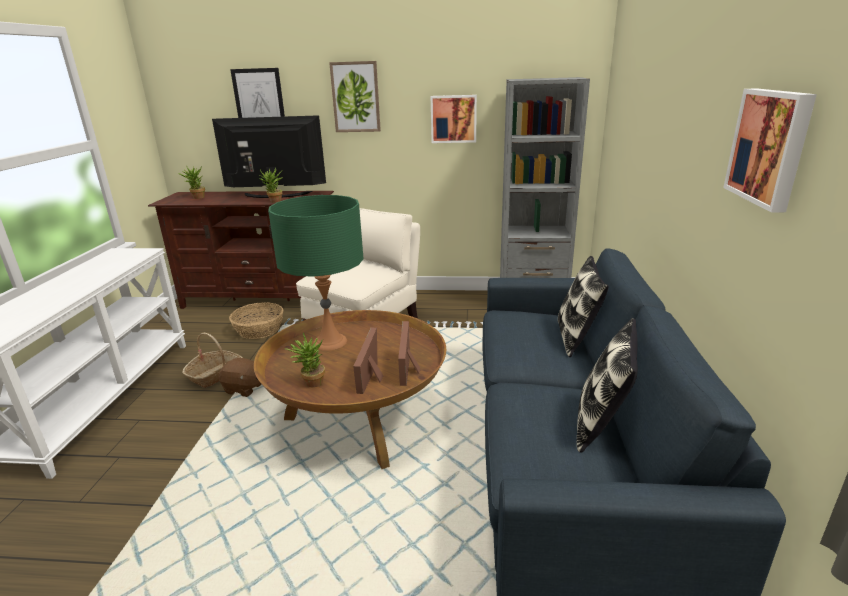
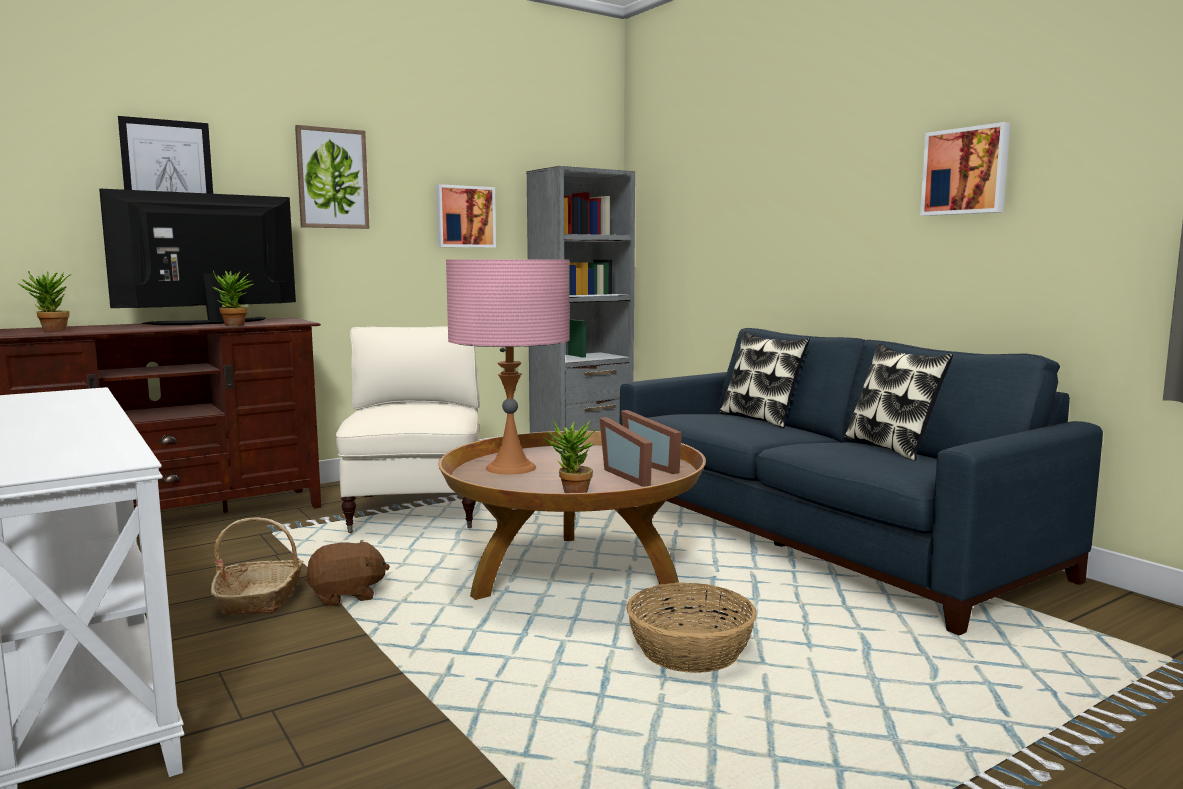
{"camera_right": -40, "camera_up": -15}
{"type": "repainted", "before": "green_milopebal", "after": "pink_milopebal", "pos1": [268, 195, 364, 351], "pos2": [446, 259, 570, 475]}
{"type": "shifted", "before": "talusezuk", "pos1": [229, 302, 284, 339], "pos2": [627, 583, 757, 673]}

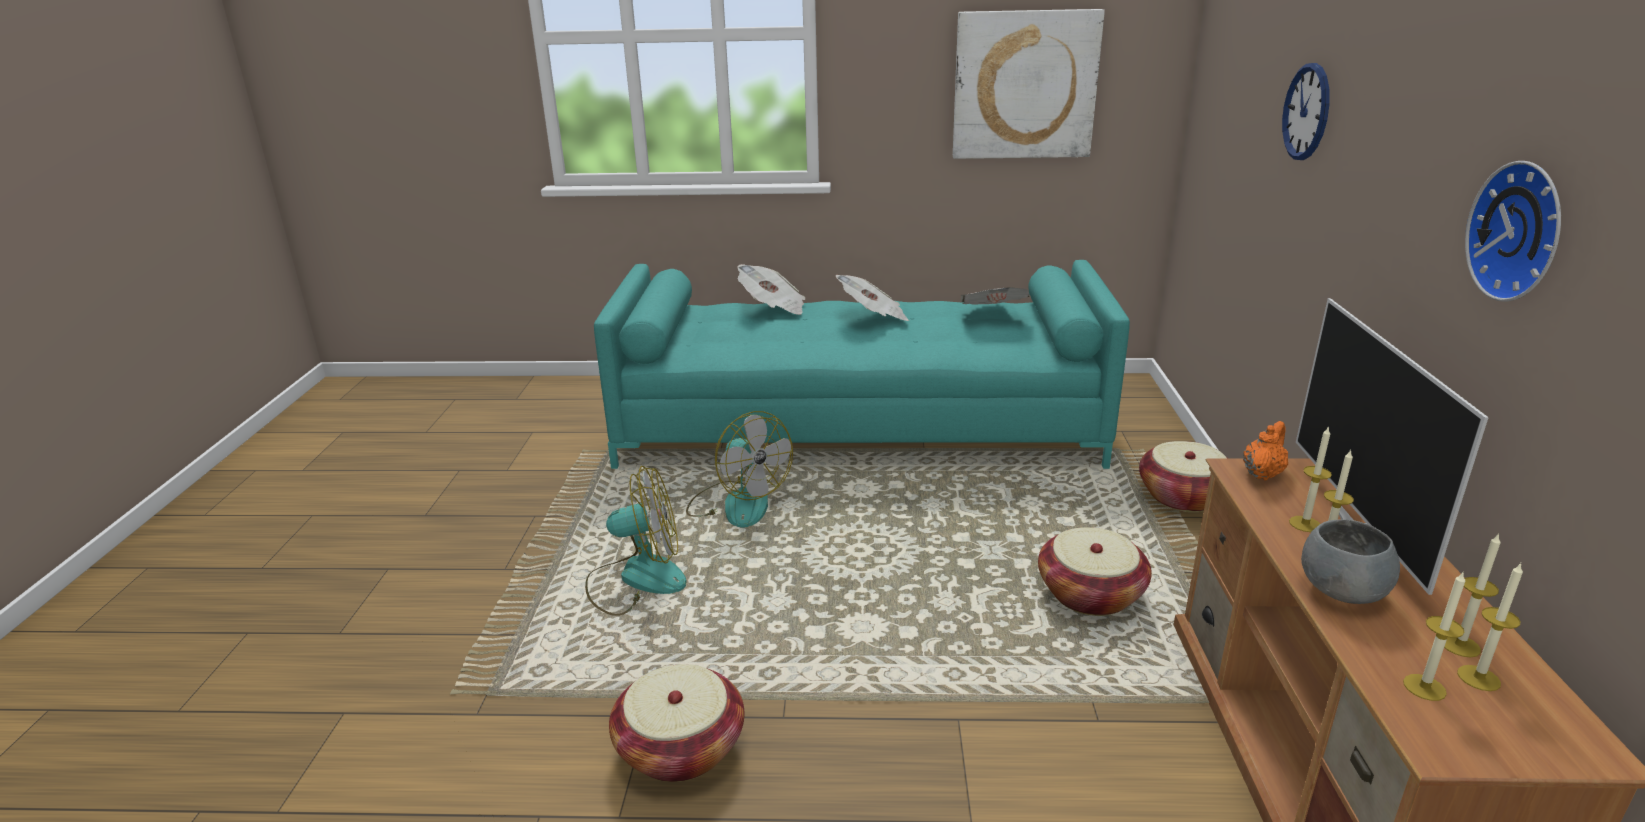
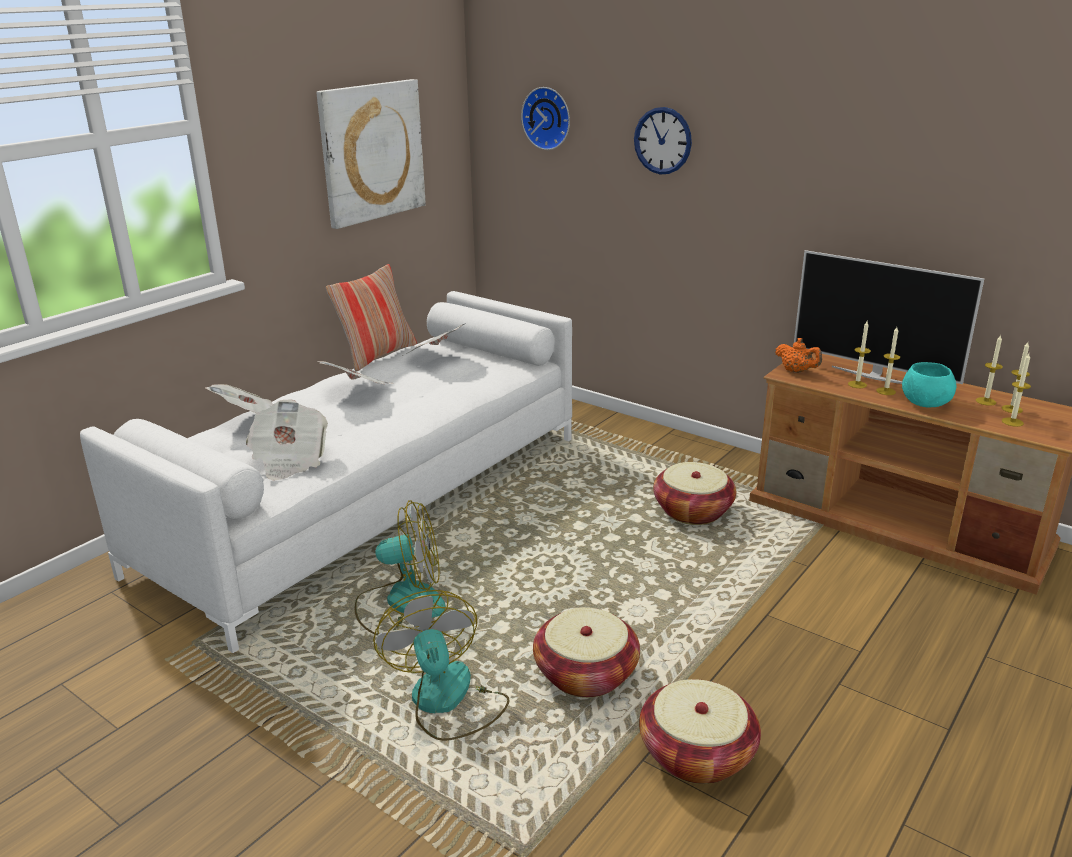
{"camera_right": -55, "camera_up": 0}
{"type": "shifted", "before": "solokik", "pos1": [1465, 161, 1561, 302], "pos2": [521, 87, 570, 150]}
{"type": "repainted", "before": "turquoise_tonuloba", "after": "white_tonuloba", "pos1": [594, 260, 1130, 469], "pos2": [80, 291, 572, 653]}
{"type": "rotated", "before": "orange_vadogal", "pos1": [1243, 421, 1288, 480], "pos2": [775, 338, 822, 373], "turn": 150}
{"type": "shifted", "before": "talusezuk", "pos1": [1139, 441, 1227, 512], "pos2": [533, 607, 640, 698]}
{"type": "rotated", "before": "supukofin", "pos1": [585, 466, 687, 616], "pos2": [373, 590, 510, 741], "turn": -45}
{"type": "repainted", "before": "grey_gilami", "after": "turquoise_gilami", "pos1": [1301, 519, 1400, 604], "pos2": [902, 362, 956, 407]}
{"type": "new", "after": "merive", "pos2": [326, 264, 417, 372]}
{"type": "new", "after": "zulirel", "pos2": [246, 399, 328, 481]}

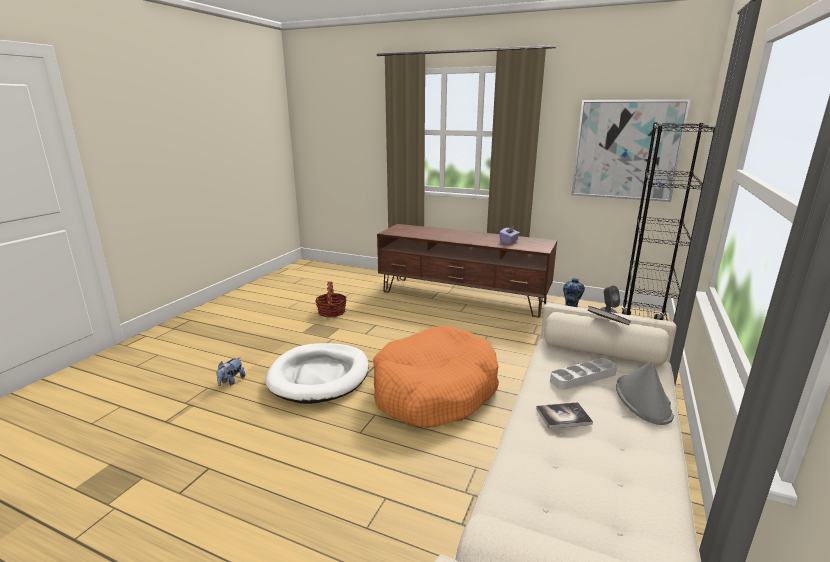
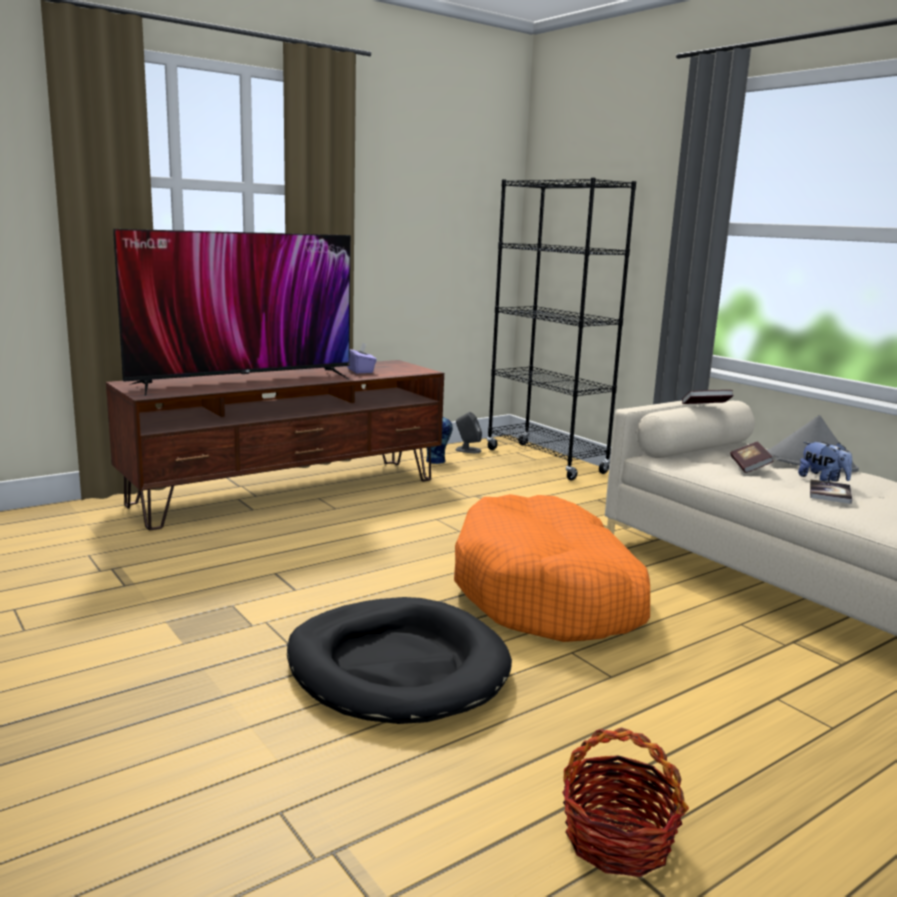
{"camera_right": -60, "camera_up": -5}
{"type": "gone", "before": "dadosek", "pos1": [571, 99, 690, 202]}
{"type": "shifted", "before": "talusezuk", "pos1": [315, 281, 347, 317], "pos2": [562, 728, 689, 877]}
{"type": "repainted", "before": "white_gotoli", "after": "black_gotoli", "pos1": [265, 343, 369, 404], "pos2": [287, 597, 512, 724]}
{"type": "shifted", "before": "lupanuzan", "pos1": [217, 357, 245, 386], "pos2": [798, 442, 852, 482]}
{"type": "swapped", "before": "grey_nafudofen", "after": "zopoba", "pos1": [550, 358, 617, 390], "pos2": [730, 441, 774, 473]}
{"type": "new", "after": "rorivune", "pos2": [114, 229, 351, 396]}

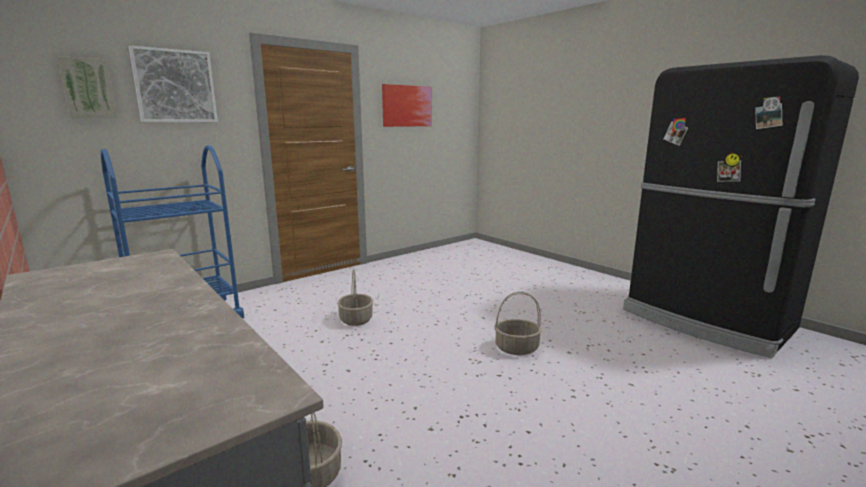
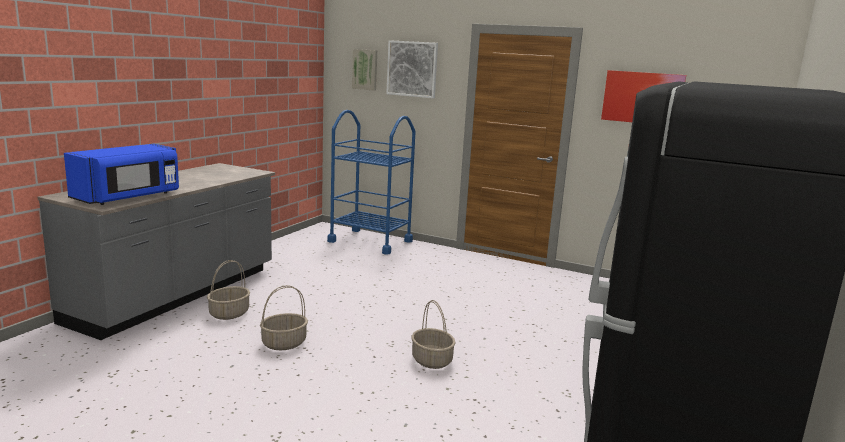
{"camera_right": 65, "camera_up": 0}
{"type": "shifted", "before": "talusezuk", "pos1": [337, 269, 373, 326], "pos2": [260, 285, 308, 350]}
{"type": "new", "after": "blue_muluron", "pos2": [64, 144, 179, 205]}

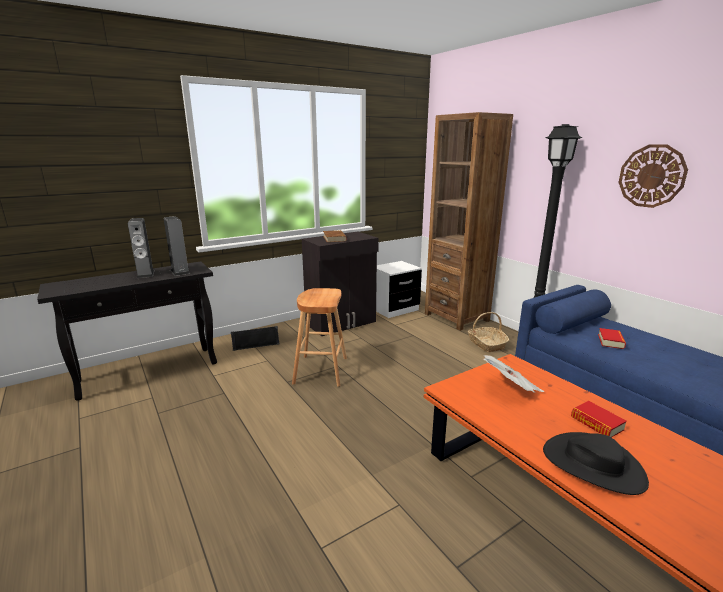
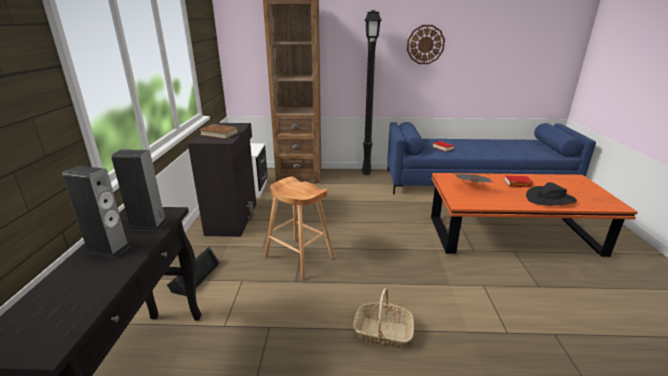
{"camera_right": -55, "camera_up": 5}
{"type": "shifted", "before": "talusezuk", "pos1": [468, 312, 509, 352], "pos2": [353, 288, 414, 349]}

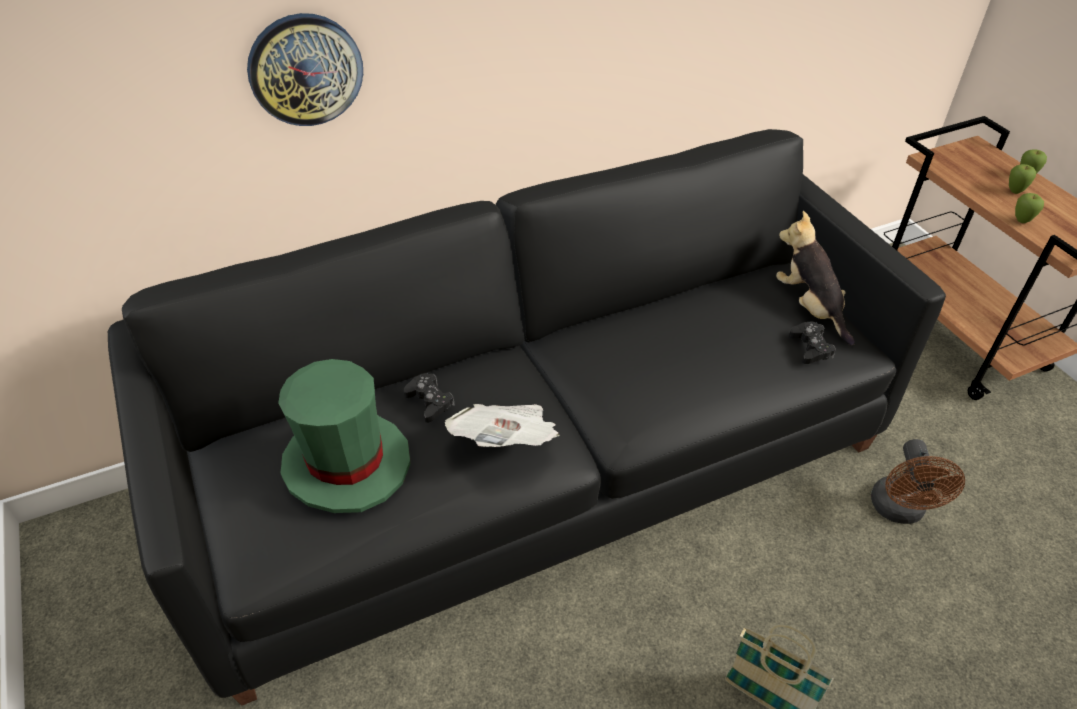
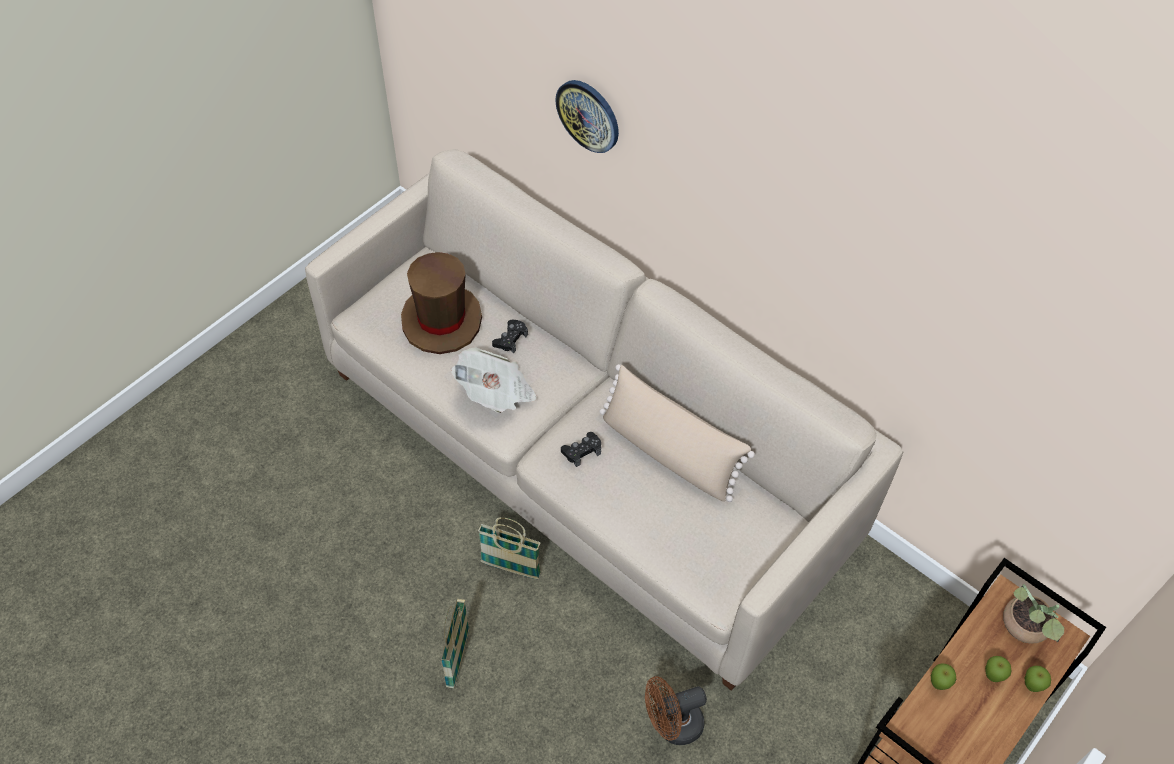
{"camera_right": 65, "camera_up": 10}
{"type": "repainted", "before": "black_tonuloba", "after": "beige_tonuloba", "pos1": [108, 129, 946, 706], "pos2": [305, 149, 903, 691]}
{"type": "gone", "before": "lupanuzan", "pos1": [776, 211, 855, 346]}
{"type": "shifted", "before": "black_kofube", "pos1": [789, 321, 836, 364], "pos2": [561, 432, 601, 467]}
{"type": "repainted", "before": "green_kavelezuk", "after": "brown_kavelezuk", "pos1": [278, 359, 411, 513], "pos2": [401, 252, 482, 354]}
{"type": "new", "after": "beige_merive", "pos2": [599, 364, 755, 502]}
{"type": "new", "after": "talusezuk", "pos2": [478, 517, 541, 579]}
{"type": "new", "after": "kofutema", "pos2": [1003, 584, 1064, 644]}

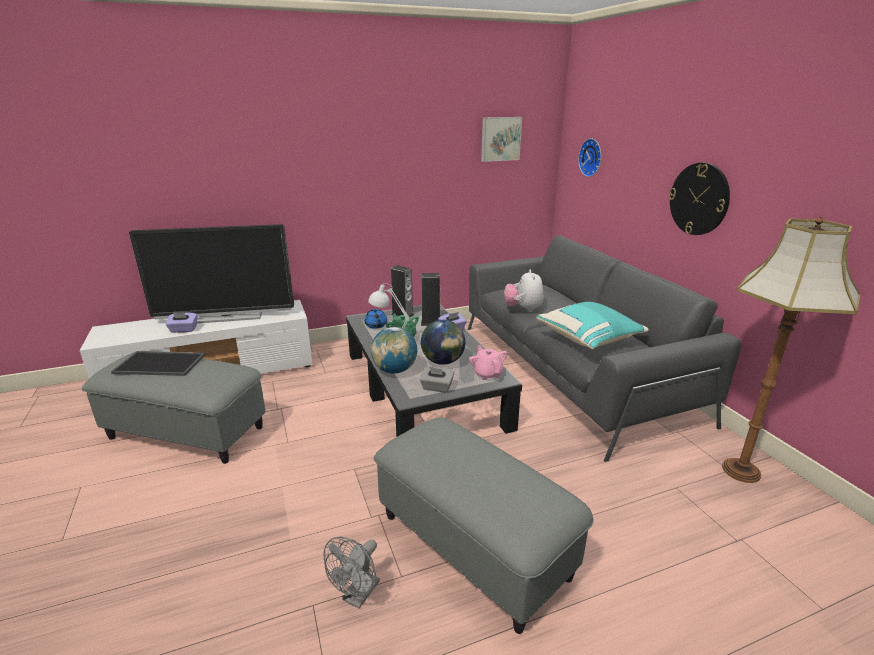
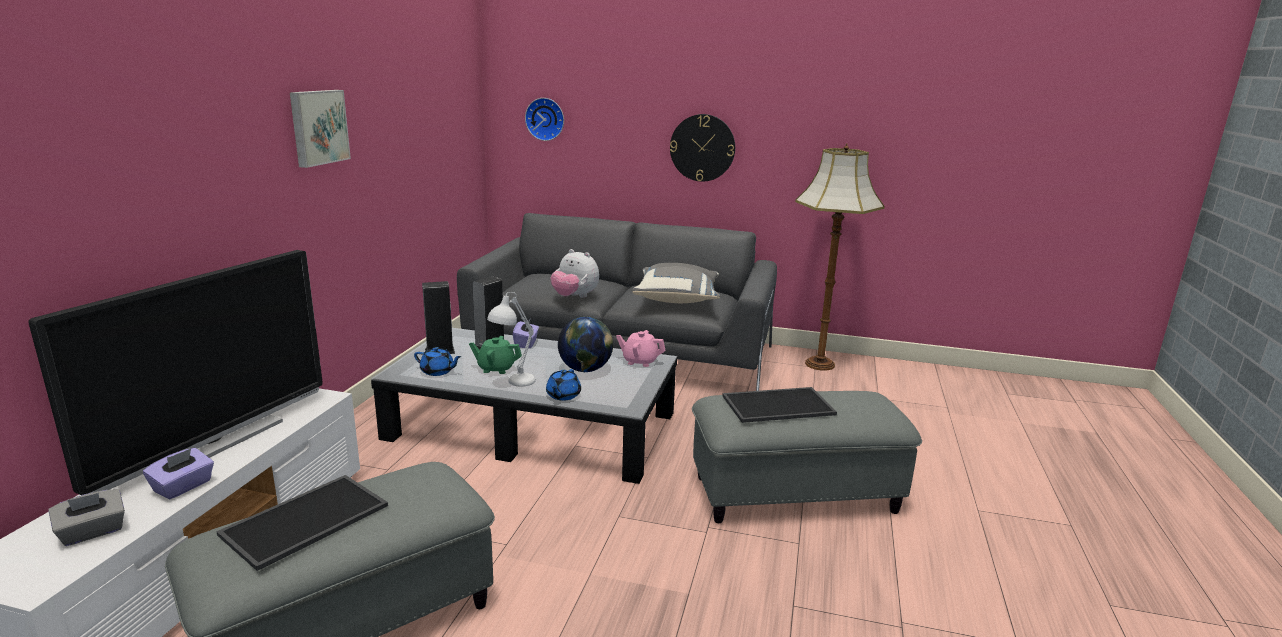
{"camera_right": -55, "camera_up": -5}
{"type": "shifted", "before": "dadosek", "pos1": [481, 117, 522, 162], "pos2": [290, 90, 351, 168]}
{"type": "repainted", "before": "turquoise_merive", "after": "grey_merive", "pos1": [537, 302, 649, 349], "pos2": [632, 263, 720, 303]}
{"type": "swapped", "before": "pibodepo", "after": "blue_vadogal", "pos1": [371, 327, 417, 374], "pos2": [546, 369, 581, 401]}
{"type": "shifted", "before": "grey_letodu", "pos1": [420, 367, 454, 392], "pos2": [48, 489, 125, 546]}
{"type": "gone", "before": "grey_supukofin", "pos1": [324, 536, 380, 609]}
{"type": "new", "after": "nafudofen", "pos2": [722, 387, 837, 423]}

